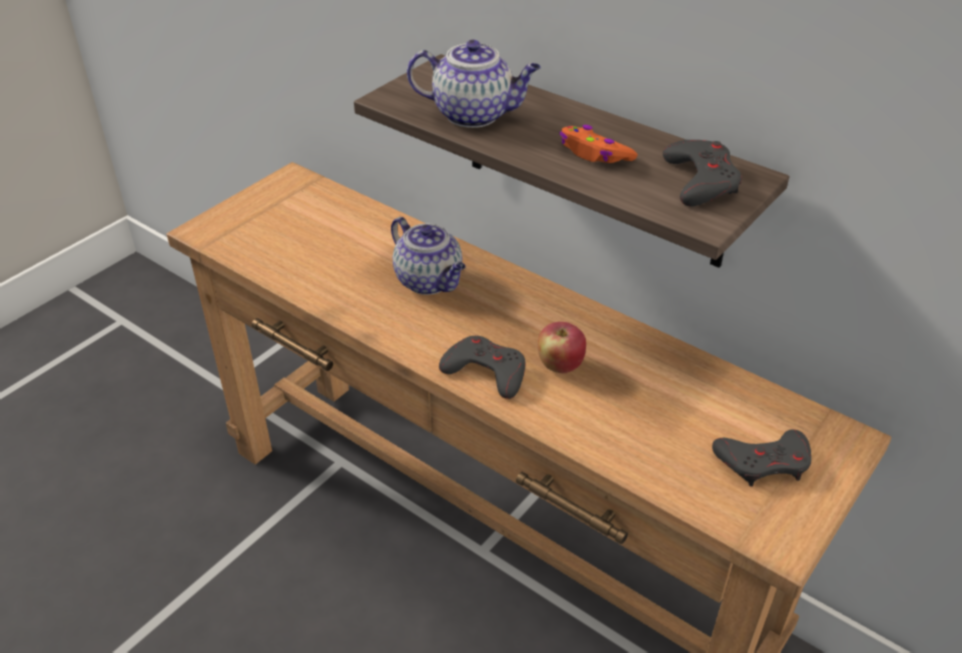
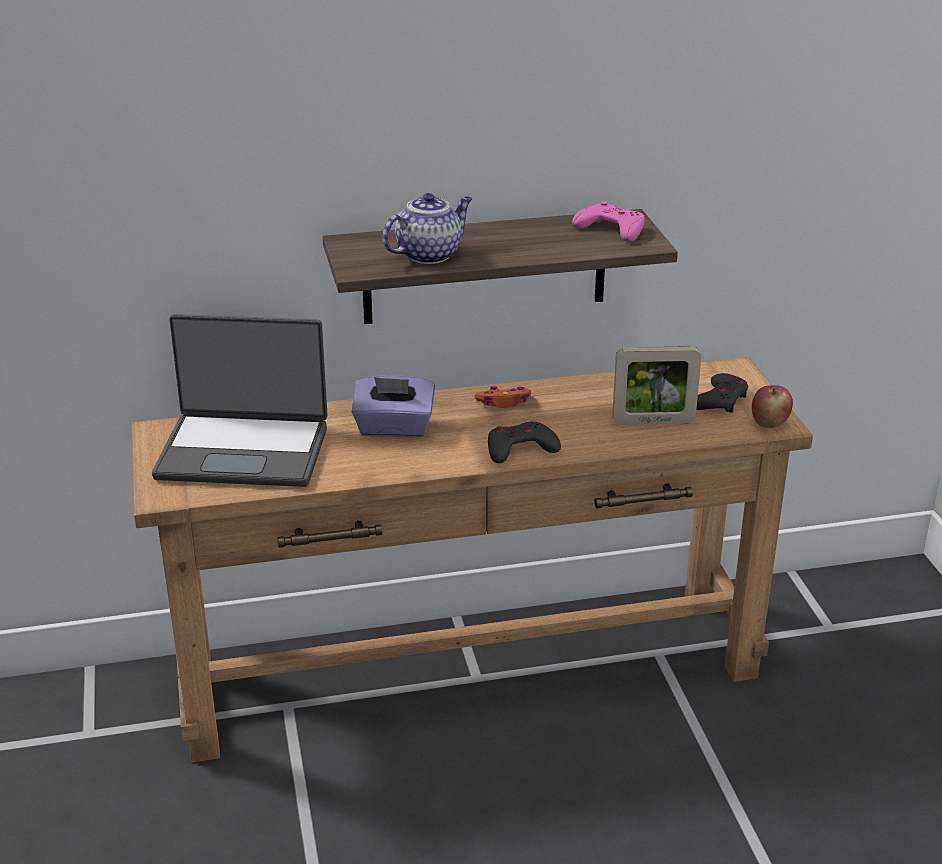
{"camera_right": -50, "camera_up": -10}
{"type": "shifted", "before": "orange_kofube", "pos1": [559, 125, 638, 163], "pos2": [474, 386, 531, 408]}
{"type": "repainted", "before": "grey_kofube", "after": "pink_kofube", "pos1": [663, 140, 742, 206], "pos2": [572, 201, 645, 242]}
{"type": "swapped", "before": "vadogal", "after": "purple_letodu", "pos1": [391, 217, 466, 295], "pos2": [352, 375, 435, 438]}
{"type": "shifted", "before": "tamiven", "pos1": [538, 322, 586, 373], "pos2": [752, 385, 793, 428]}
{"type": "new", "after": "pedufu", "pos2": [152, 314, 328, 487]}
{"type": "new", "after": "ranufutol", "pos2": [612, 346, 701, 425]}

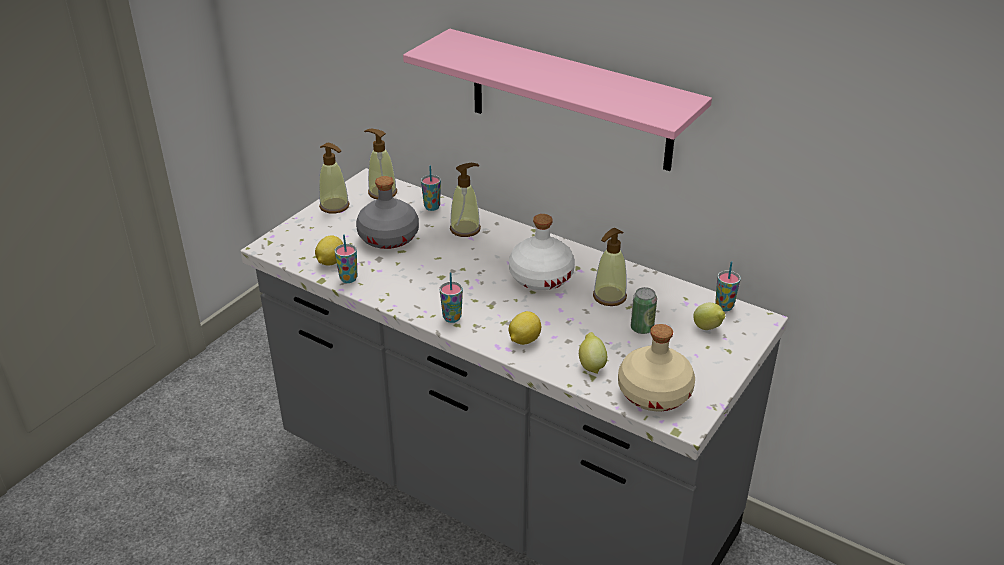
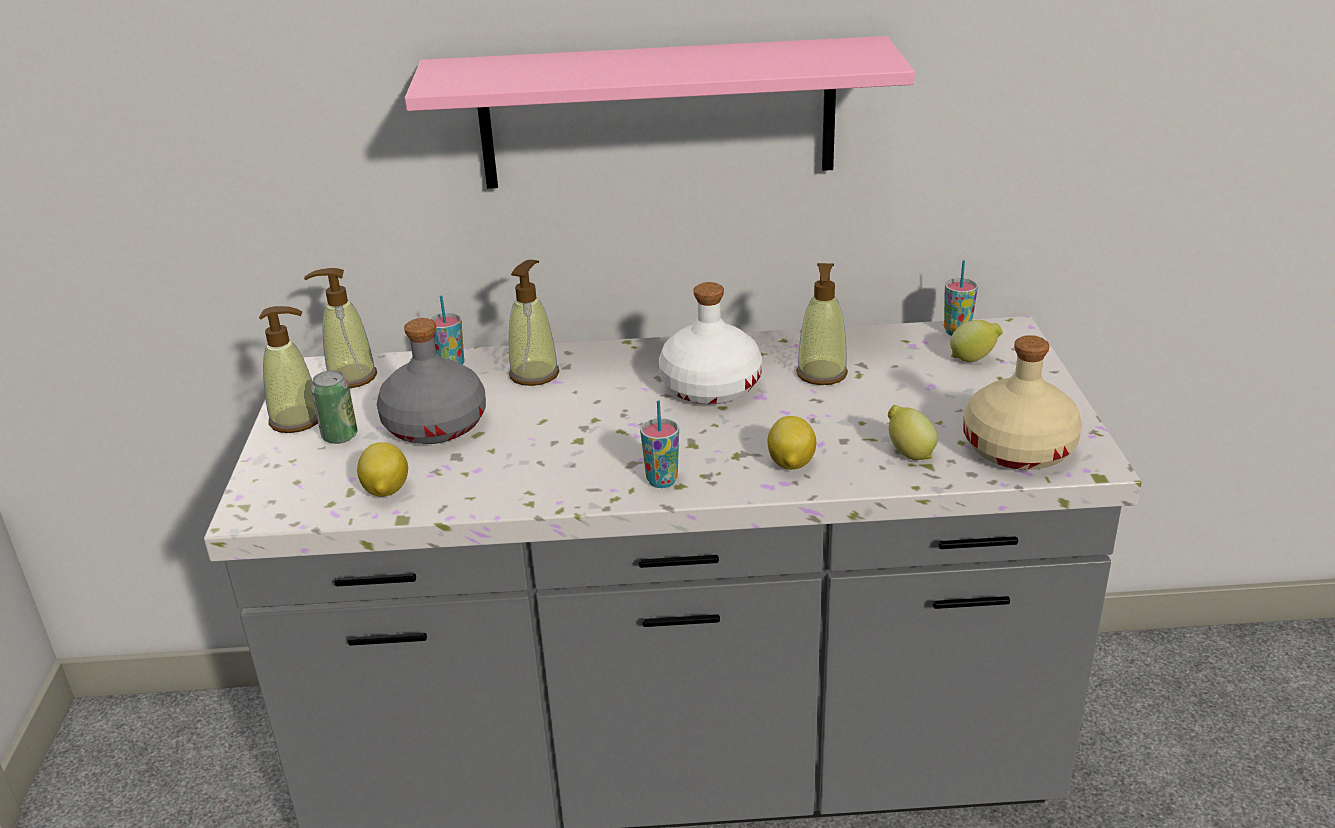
{"camera_right": -35, "camera_up": -5}
{"type": "gone", "before": "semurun", "pos1": [335, 235, 357, 283]}
{"type": "shifted", "before": "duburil", "pos1": [631, 287, 657, 334], "pos2": [311, 370, 358, 444]}

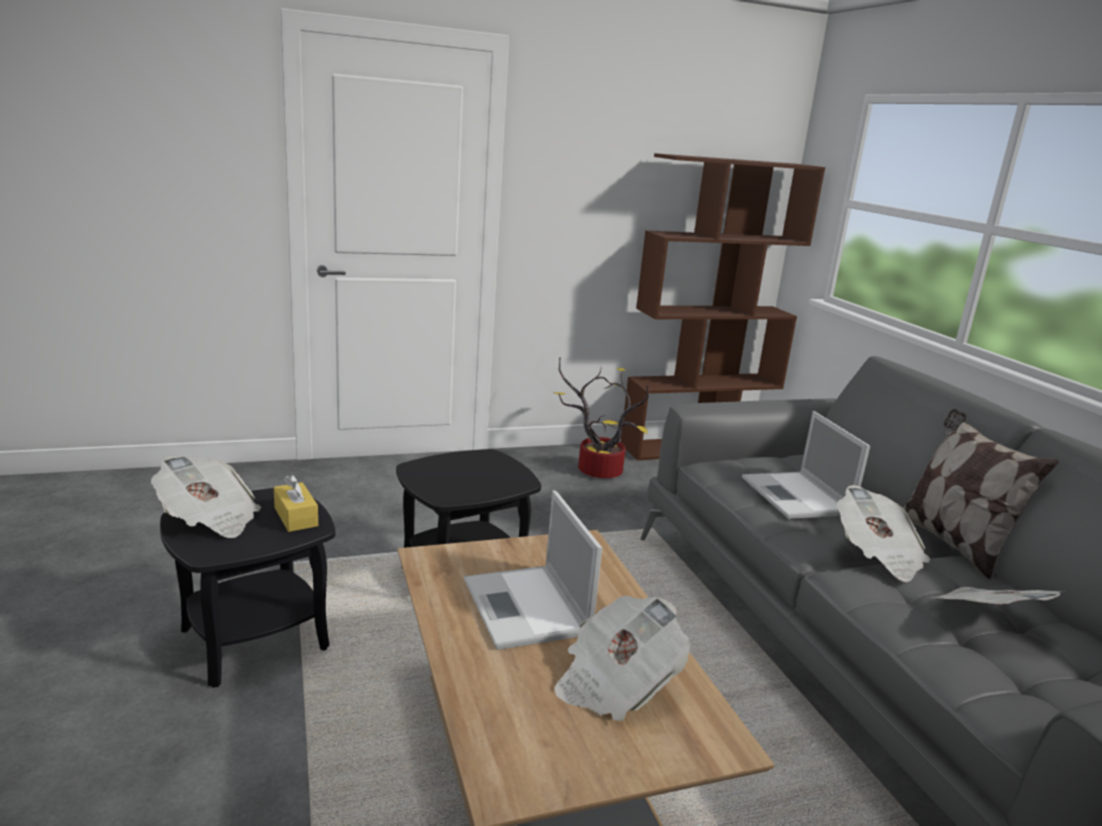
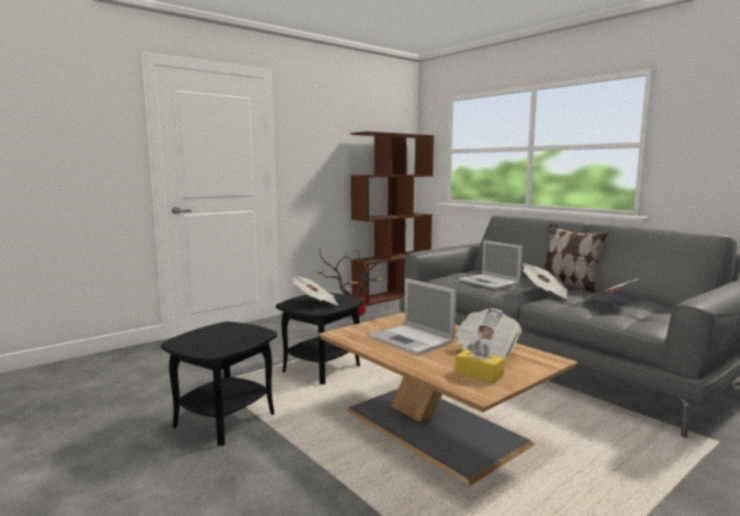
{"camera_right": -20, "camera_up": -10}
{"type": "shifted", "before": "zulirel", "pos1": [151, 455, 261, 538], "pos2": [290, 275, 338, 305]}
{"type": "shifted", "before": "yellow_letodu", "pos1": [274, 474, 318, 532], "pos2": [455, 340, 504, 383]}

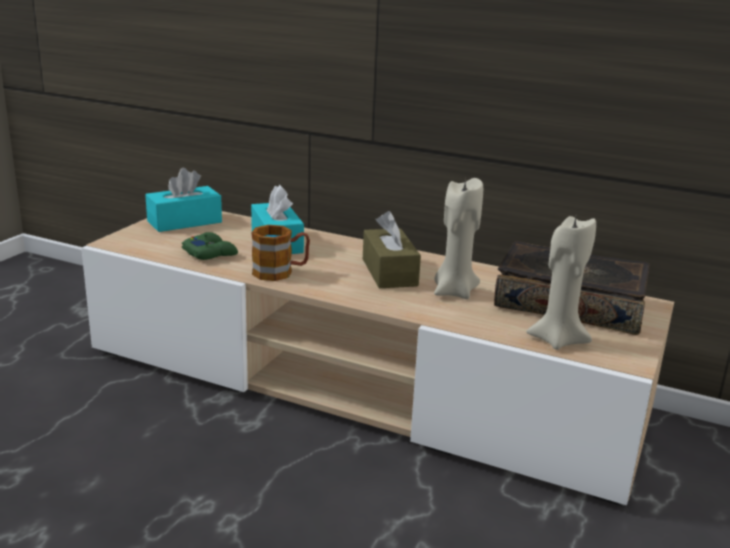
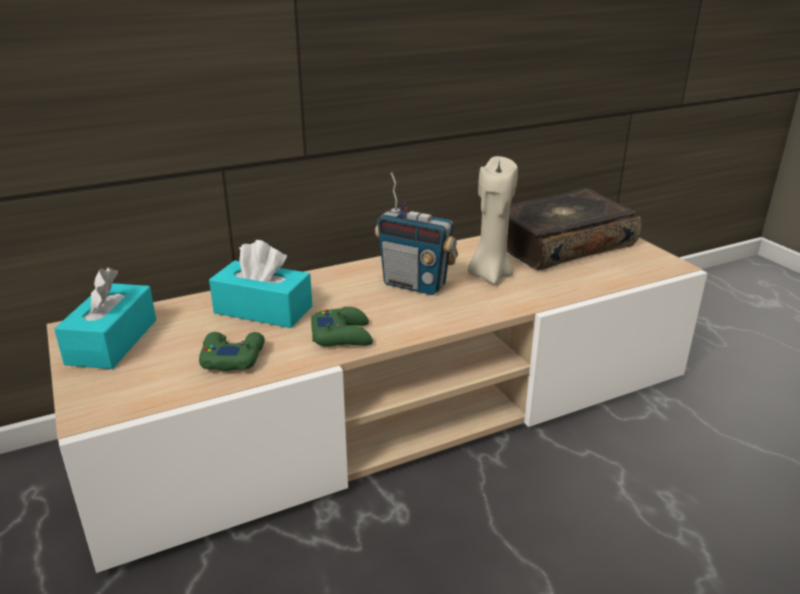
{"camera_right": -50, "camera_up": 5}
{"type": "swapped", "before": "brown_letodu", "after": "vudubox", "pos1": [363, 211, 421, 288], "pos2": [375, 172, 458, 295]}
{"type": "gone", "before": "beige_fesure", "pos1": [526, 216, 596, 350]}
{"type": "swapped", "before": "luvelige", "after": "green_kofube", "pos1": [251, 225, 310, 281], "pos2": [311, 307, 373, 346]}

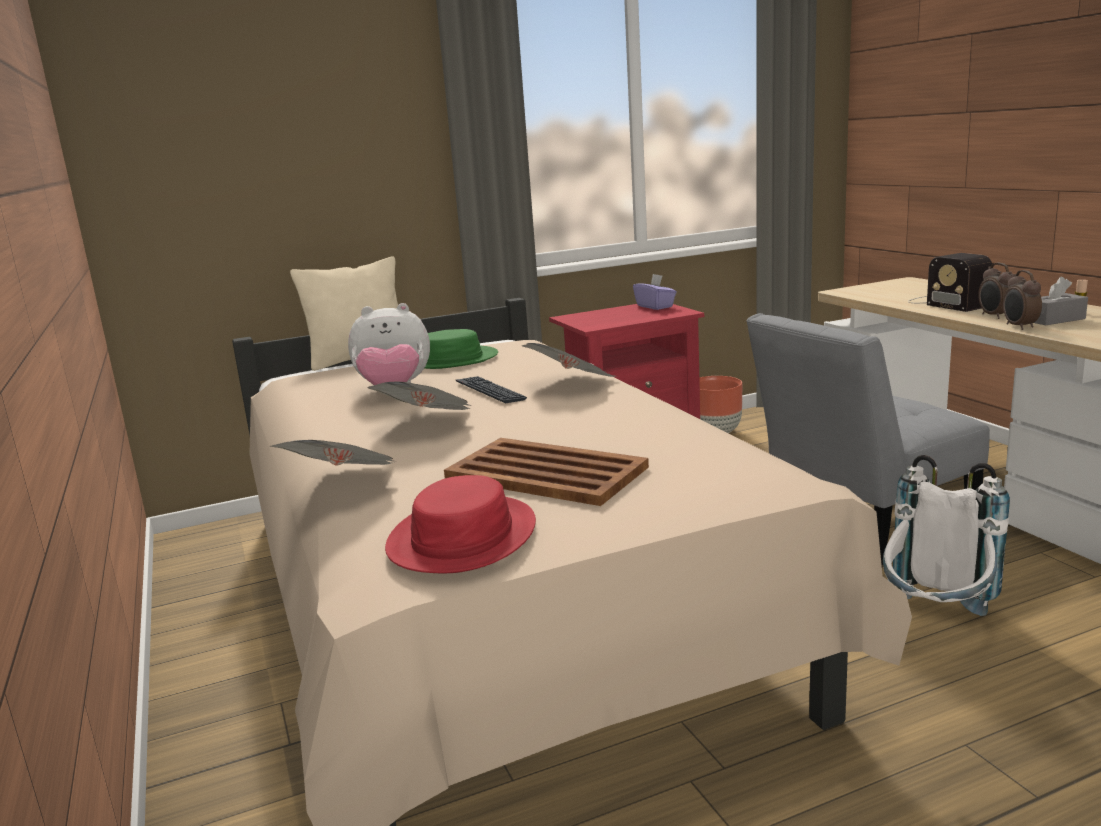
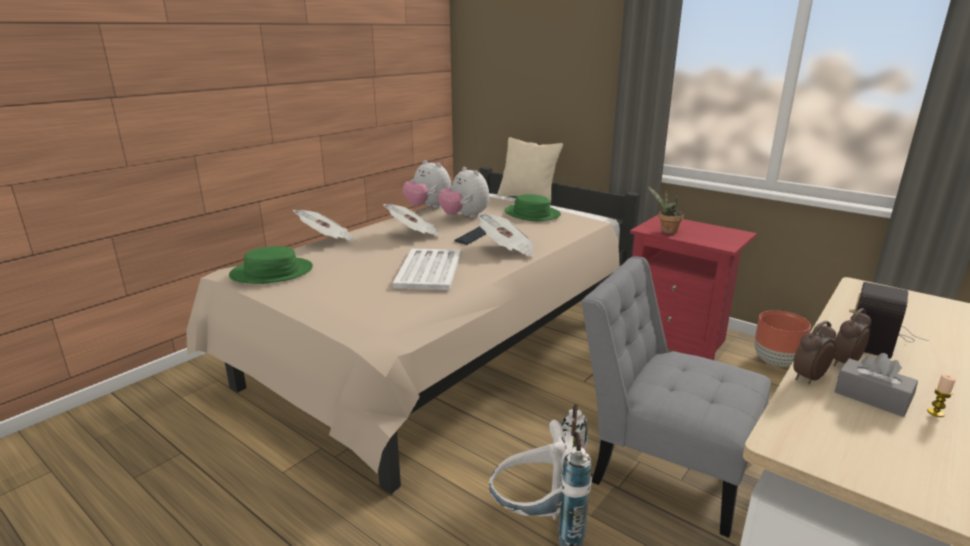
{"camera_right": 60, "camera_up": 5}
{"type": "gone", "before": "purple_letodu", "pos1": [633, 274, 677, 310]}
{"type": "gone", "before": "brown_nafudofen", "pos1": [444, 438, 649, 506]}
{"type": "repainted", "before": "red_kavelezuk", "after": "green_kavelezuk", "pos1": [385, 475, 536, 573], "pos2": [229, 246, 313, 284]}
{"type": "new", "after": "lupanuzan", "pos2": [403, 160, 451, 208]}
{"type": "new", "after": "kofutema", "pos2": [647, 186, 684, 234]}
{"type": "new", "after": "white_nafudofen", "pos2": [392, 248, 461, 290]}

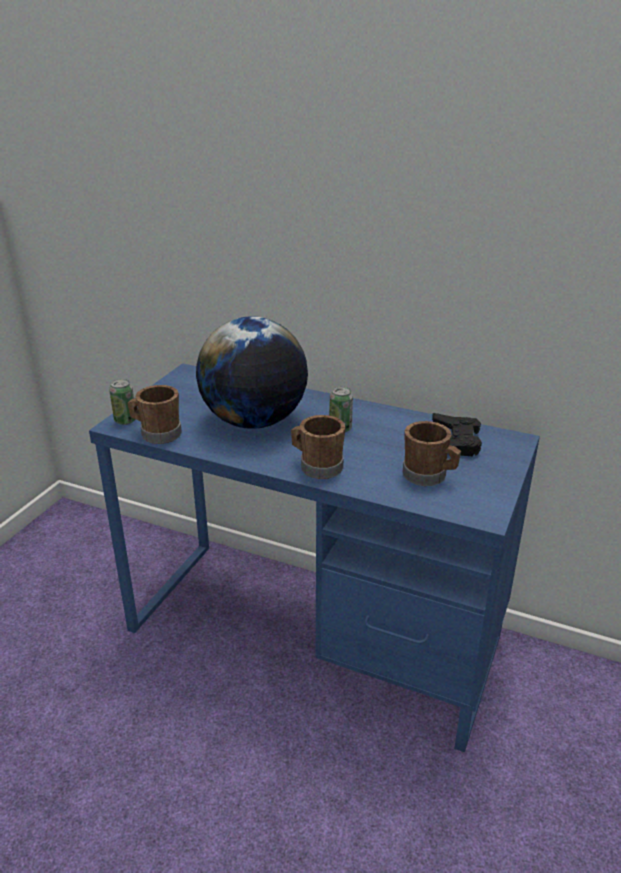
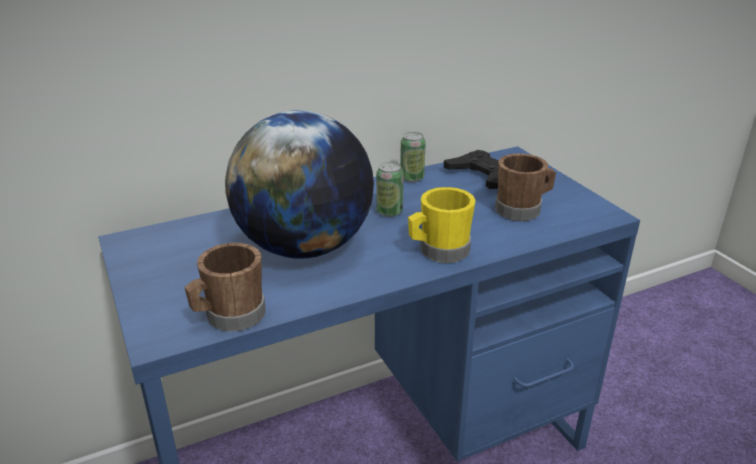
{"camera_right": -50, "camera_up": 0}
{"type": "shifted", "before": "duburil", "pos1": [109, 379, 136, 425], "pos2": [400, 132, 426, 182]}
{"type": "repainted", "before": "brown_luvelige", "after": "yellow_luvelige", "pos1": [291, 415, 345, 479], "pos2": [408, 187, 476, 263]}

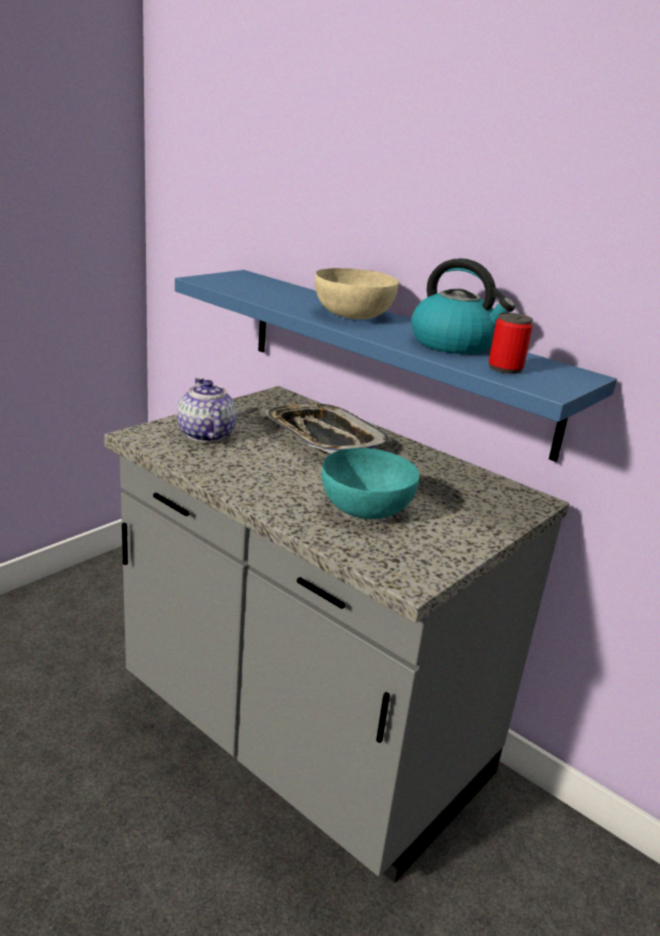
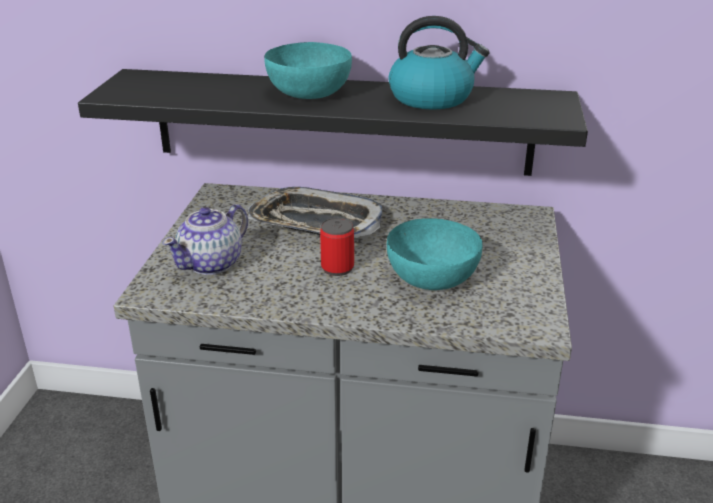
{"camera_right": -30, "camera_up": 5}
{"type": "repainted", "before": "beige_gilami", "after": "turquoise_gilami", "pos1": [315, 268, 399, 319], "pos2": [264, 42, 352, 99]}
{"type": "repainted", "before": "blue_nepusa", "after": "black_nepusa", "pos1": [175, 270, 617, 462], "pos2": [78, 69, 588, 176]}
{"type": "shifted", "before": "duburil", "pos1": [489, 313, 533, 374], "pos2": [320, 218, 354, 276]}
{"type": "rotated", "before": "vadogal", "pos1": [177, 378, 237, 442], "pos2": [163, 204, 248, 275], "turn": -90}

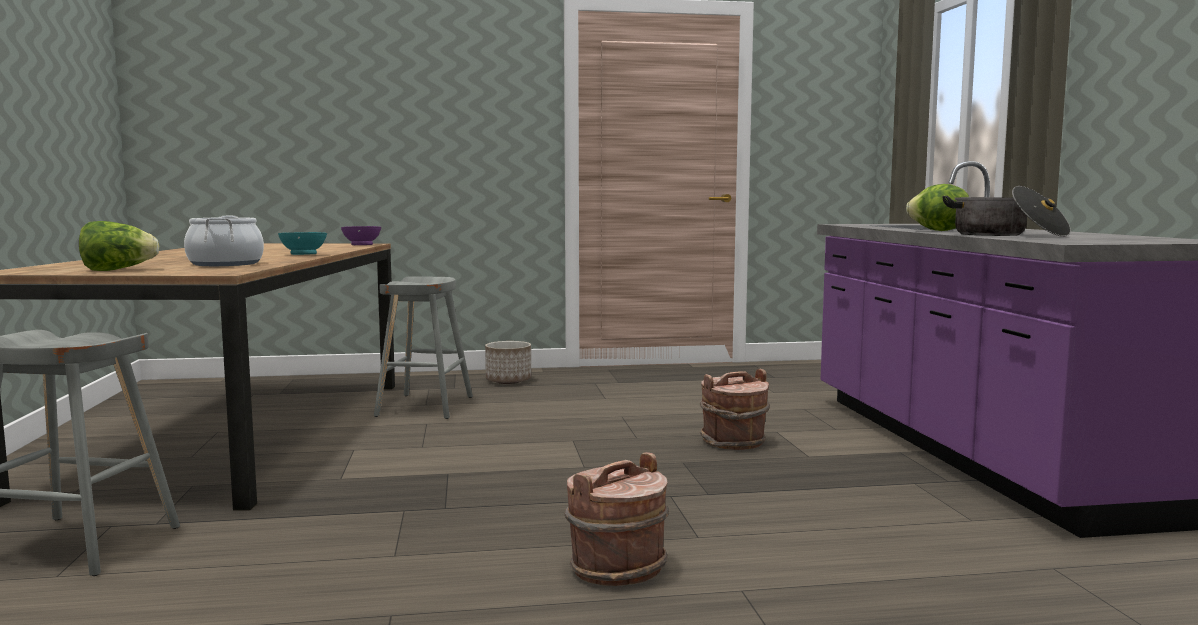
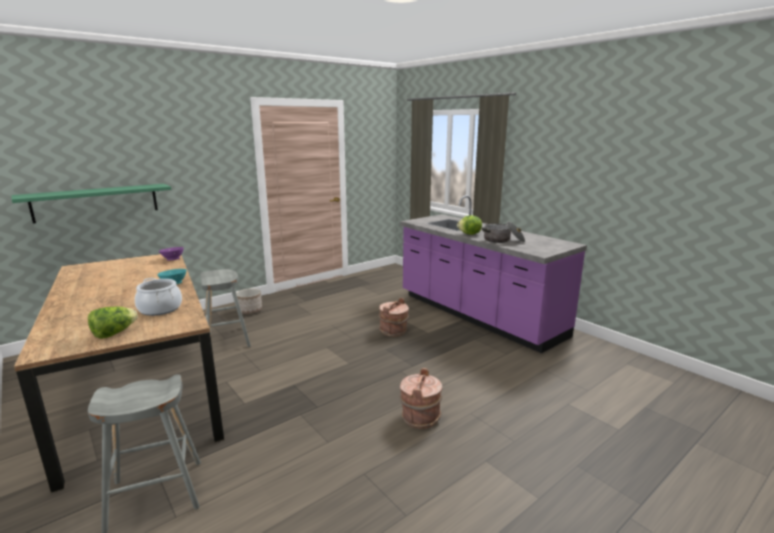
{"camera_right": -30, "camera_up": 10}
{"type": "new", "after": "green_nepusa", "pos2": [12, 184, 172, 223]}

